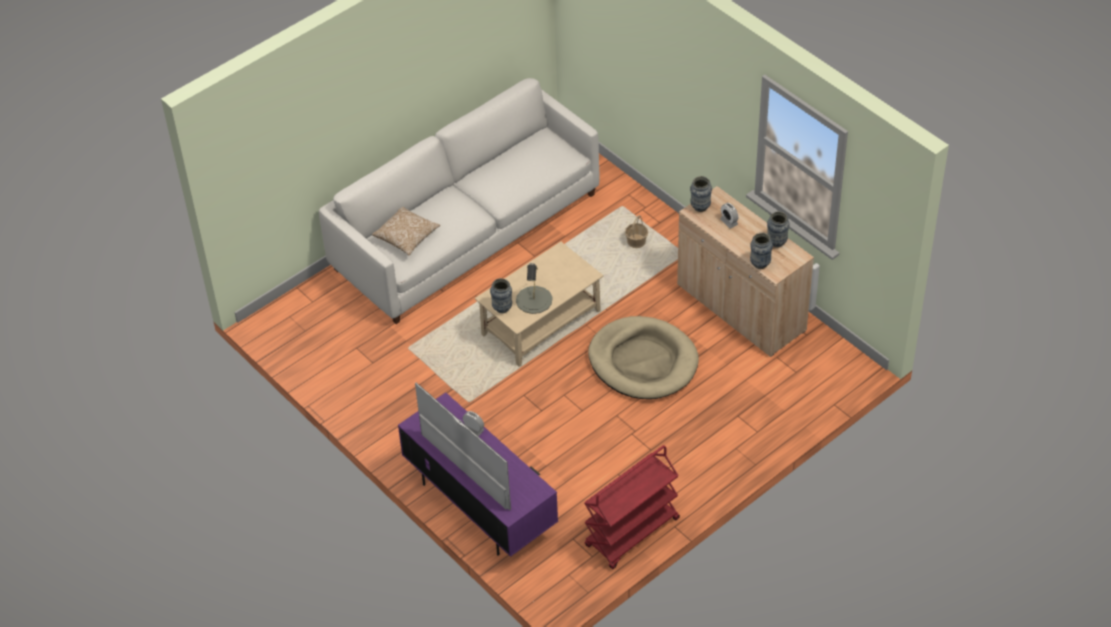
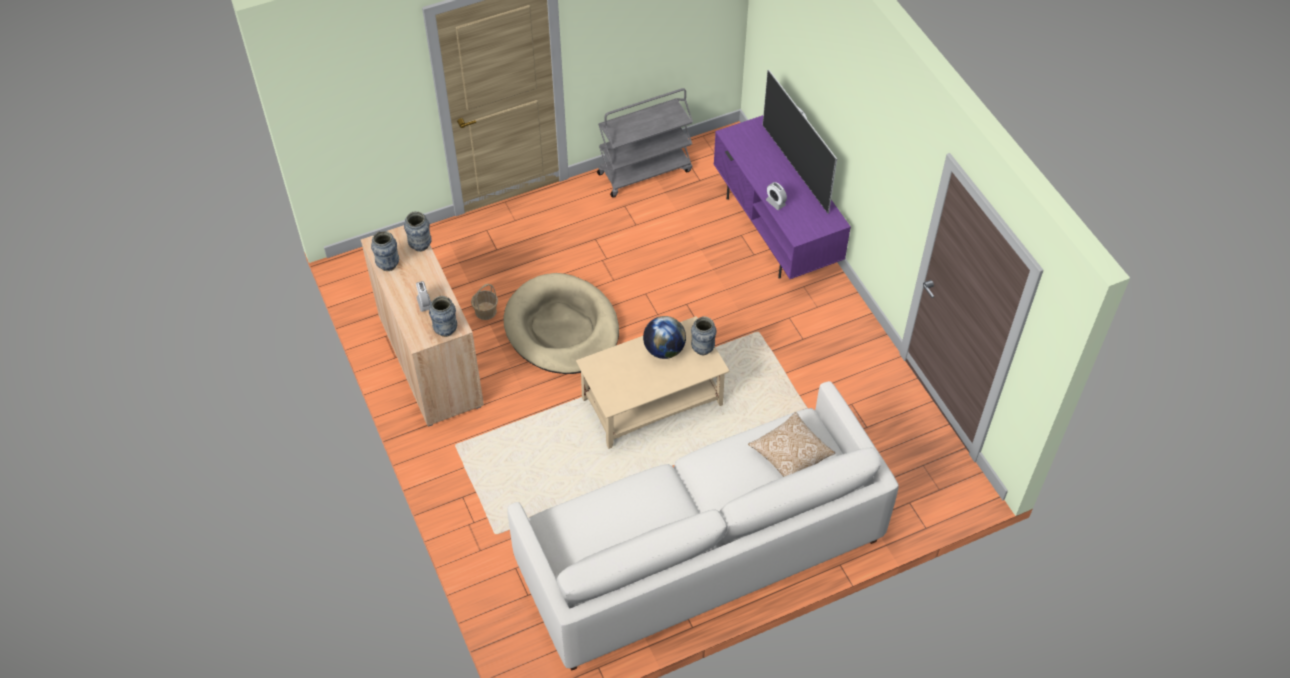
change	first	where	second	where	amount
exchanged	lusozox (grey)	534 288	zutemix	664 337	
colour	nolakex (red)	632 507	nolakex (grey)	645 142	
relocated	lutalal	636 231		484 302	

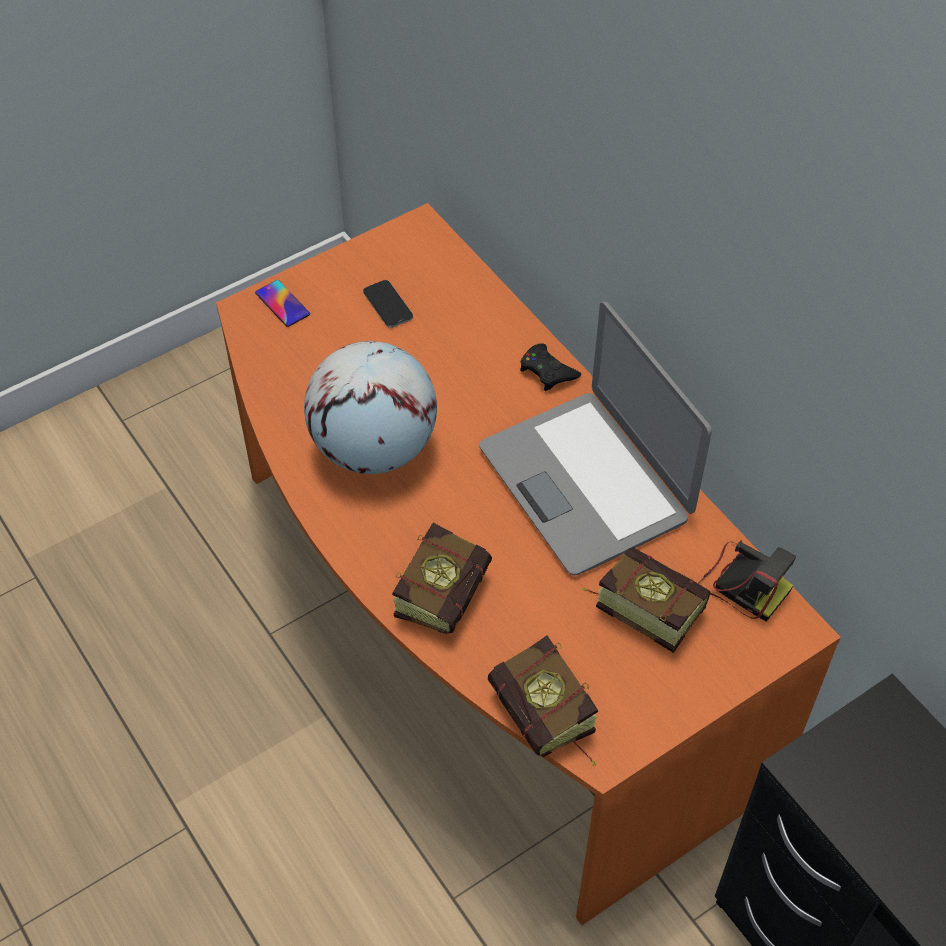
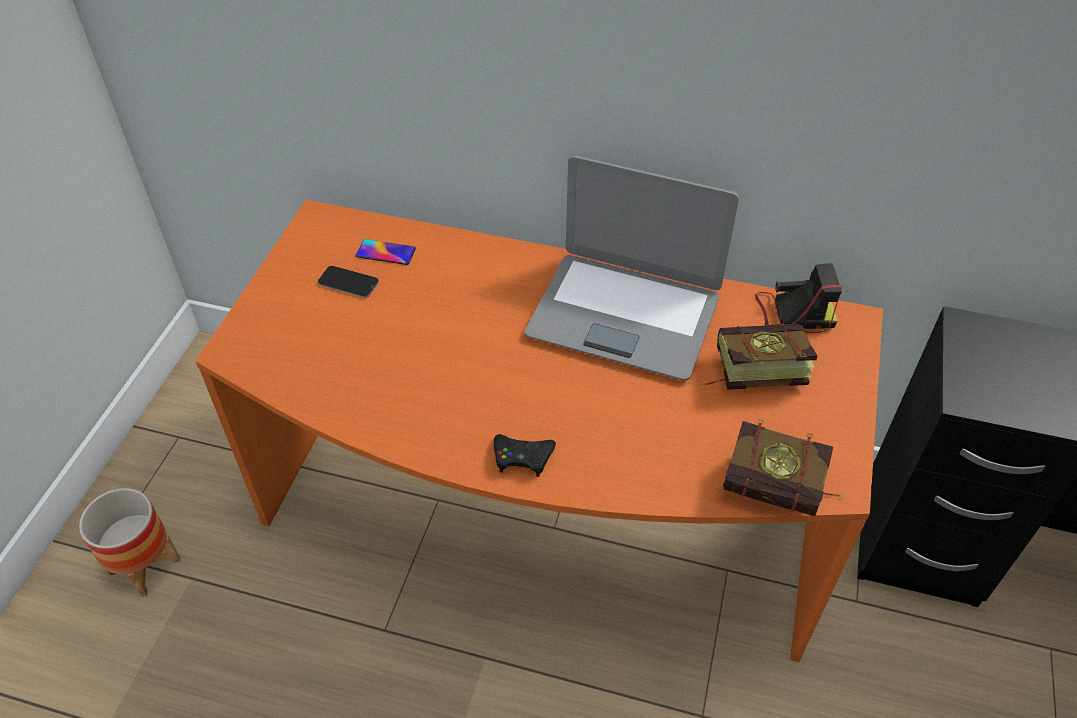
change	first	where	second	where	amount
relocated	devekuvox	282 303		386 252	
missing	zutemix	370 407			
missing	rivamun	442 578			
relocated	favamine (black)	550 367		525 455	
appeared			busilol	129 542	

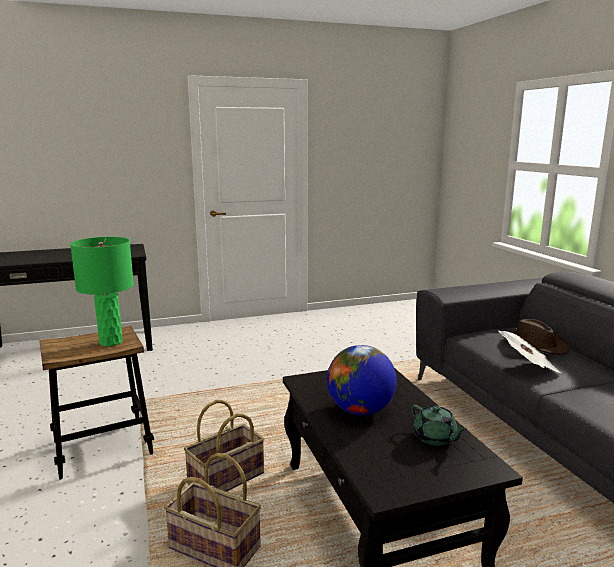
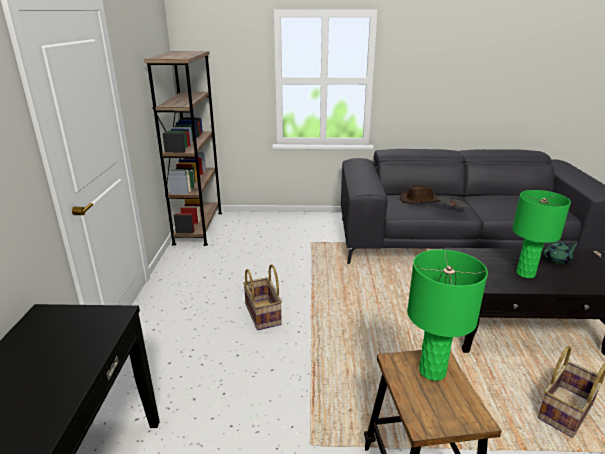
change	first	where	second	where	amount
relocated	lutalal	224 446		262 297	
exchanged	zutemix	362 380	lusozox (green)	541 234	
appeared			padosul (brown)	183 148	

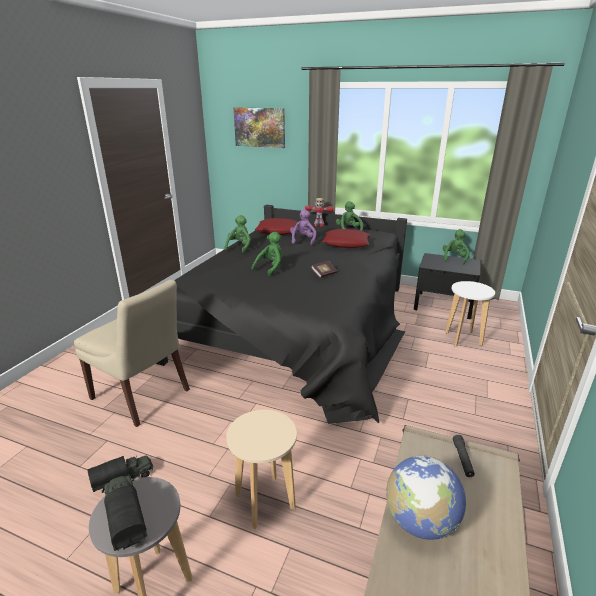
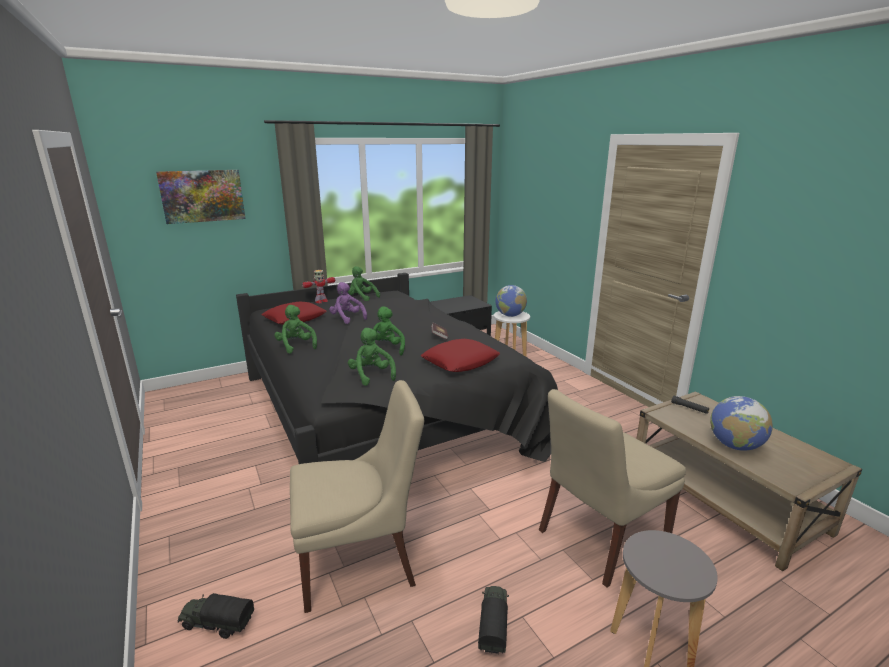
change	first	where	second	where	amount
relocated	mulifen	124 513		216 616	
exchanged	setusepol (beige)	261 470	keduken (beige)	612 488	
relocated	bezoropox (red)	346 238		460 355	
relocated	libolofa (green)	456 246		372 357	
appeared			zutemix	511 301	

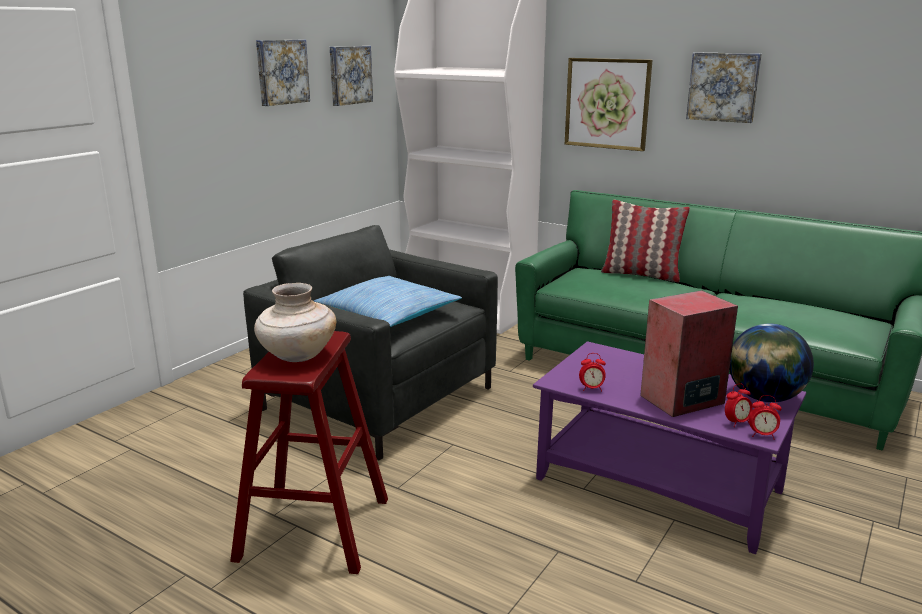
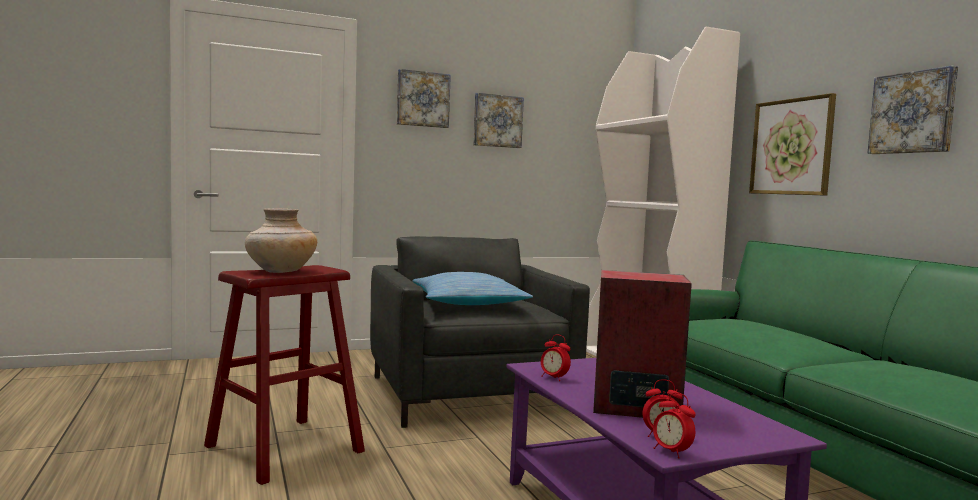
change	first	where	second	where	amount
relocated	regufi	351 76		424 98	
missing	bezoropox	645 241			
missing	zutemix	771 363			

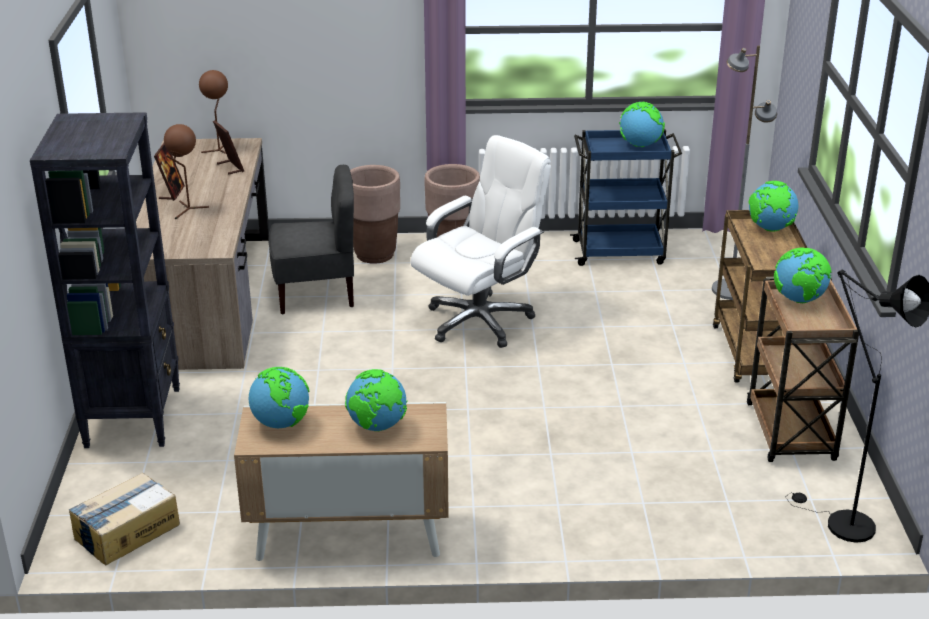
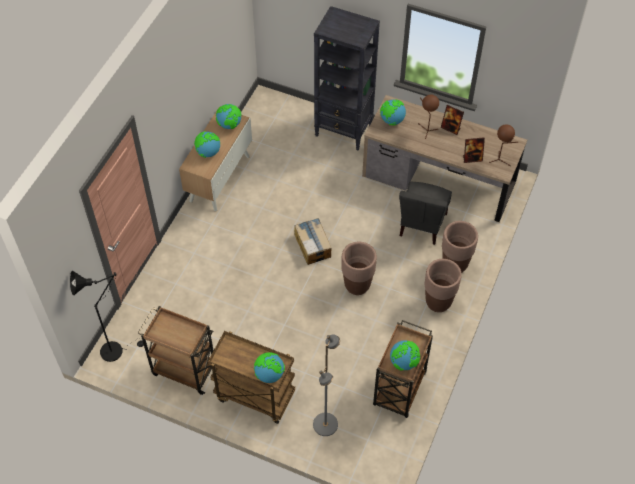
change	first	where	second	where	amount
relocated	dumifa	124 519		312 241	
exchanged	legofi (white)	481 241	busilol (brown)	359 268	
colour	nolakex (blue)	626 197	nolakex (brown)	403 369	
relocated	zutemix	802 275		393 113	

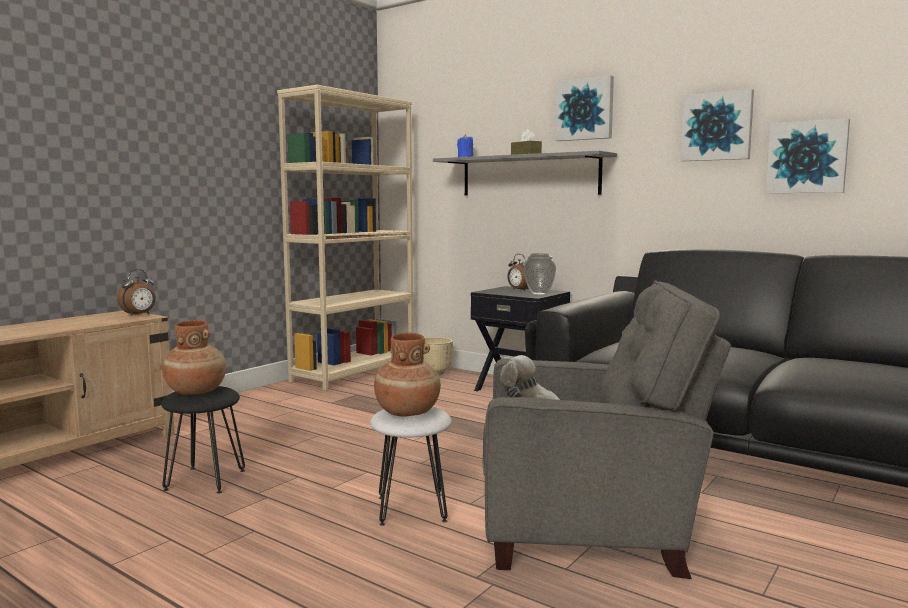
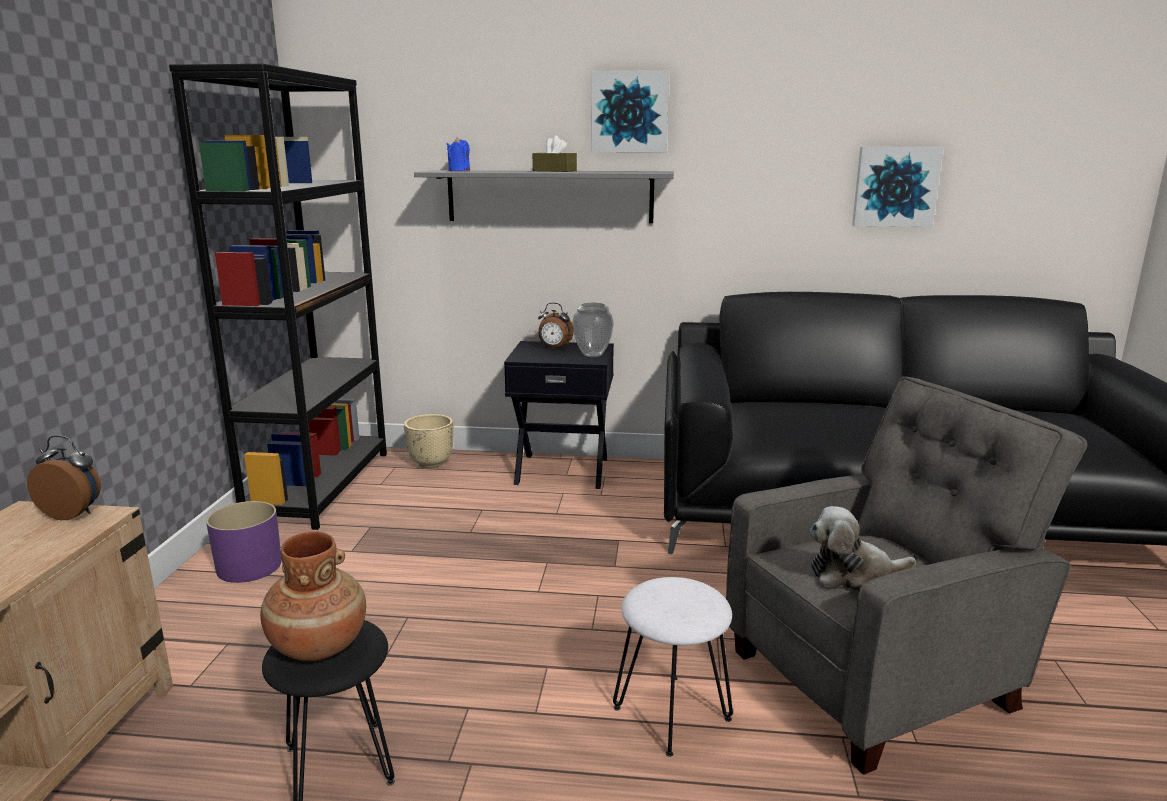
change	first	where	second	where	amount
spun	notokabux	136 292		64 477	90 degrees counterclockwise
colour	padosul (beige)	345 238	padosul (black)	278 297	
missing	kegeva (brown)	407 375			
missing	regufi	717 125			
appeared			busilol (purple)	244 542	

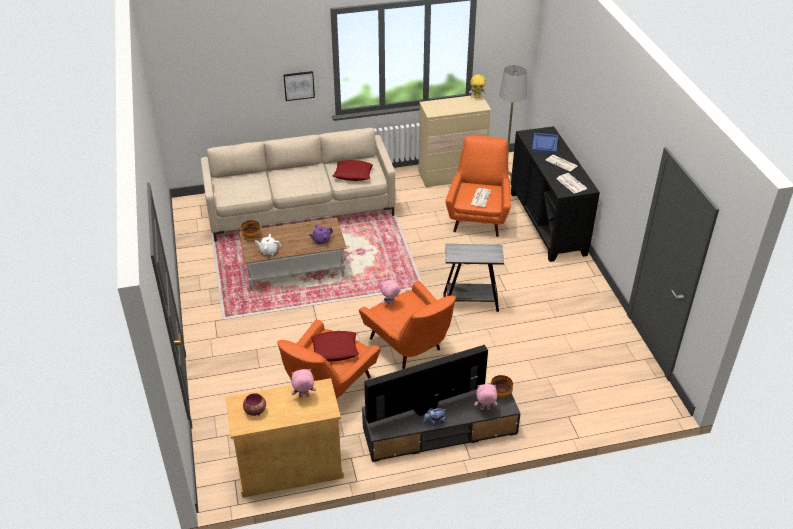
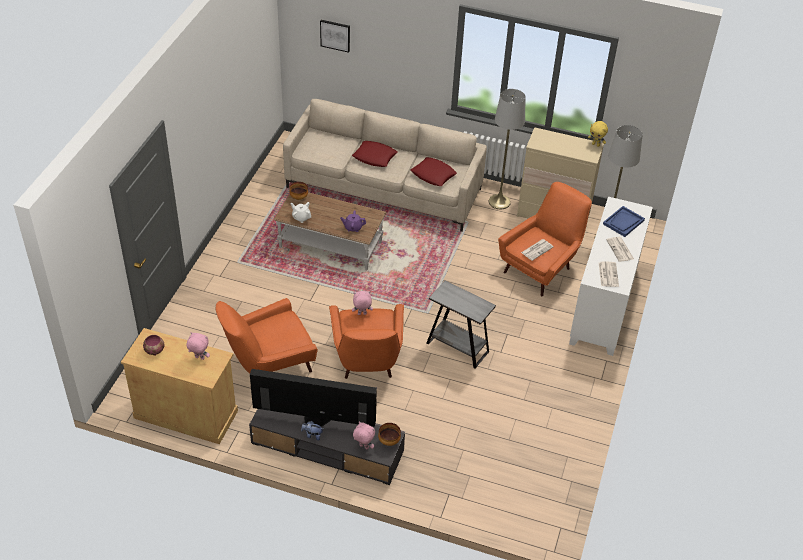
change	first	where	second	where	amount
relocated	regufi	299 86		335 36	
relocated	bezoropox (red)	335 346		375 154	
colour	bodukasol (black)	555 194	bodukasol (white)	611 276	
appeared			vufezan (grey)	507 149	

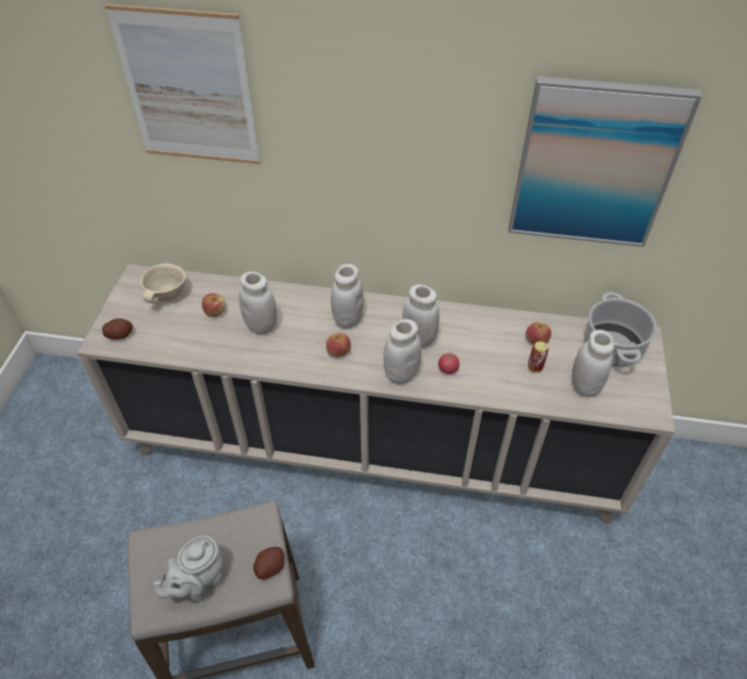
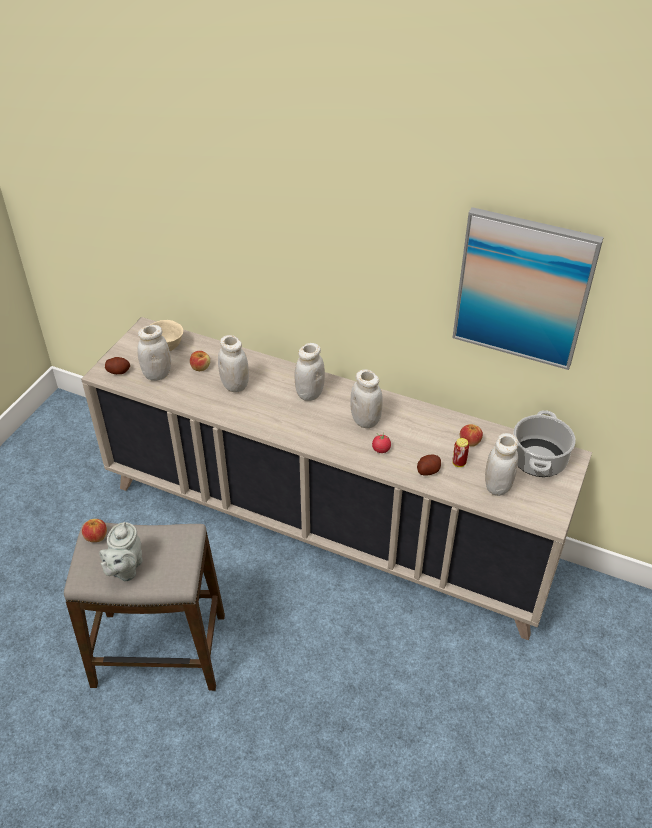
change	first	where	second	where	amount
missing	regufi	182 84			
spun	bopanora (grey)	188 569		121 551	45 degrees counterclockwise
relocated	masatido	268 563		429 465	
relocated	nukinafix	338 345		94 530	
relocated	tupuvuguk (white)	402 351		154 353	

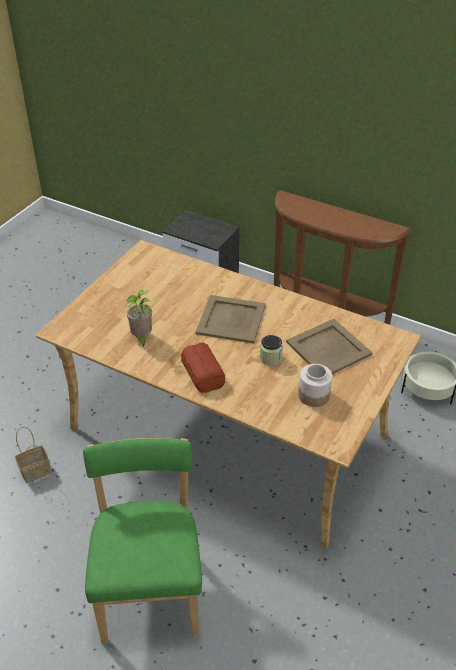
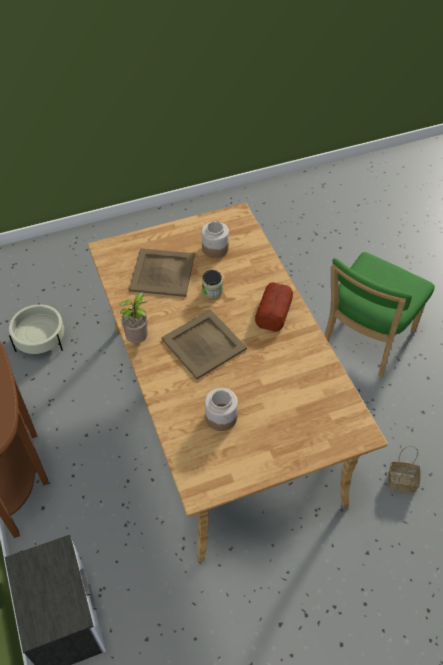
change	first	where	second	where	amount
relocated	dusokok	138 318		134 317	
appeared			tupuvuguk	221 409	

